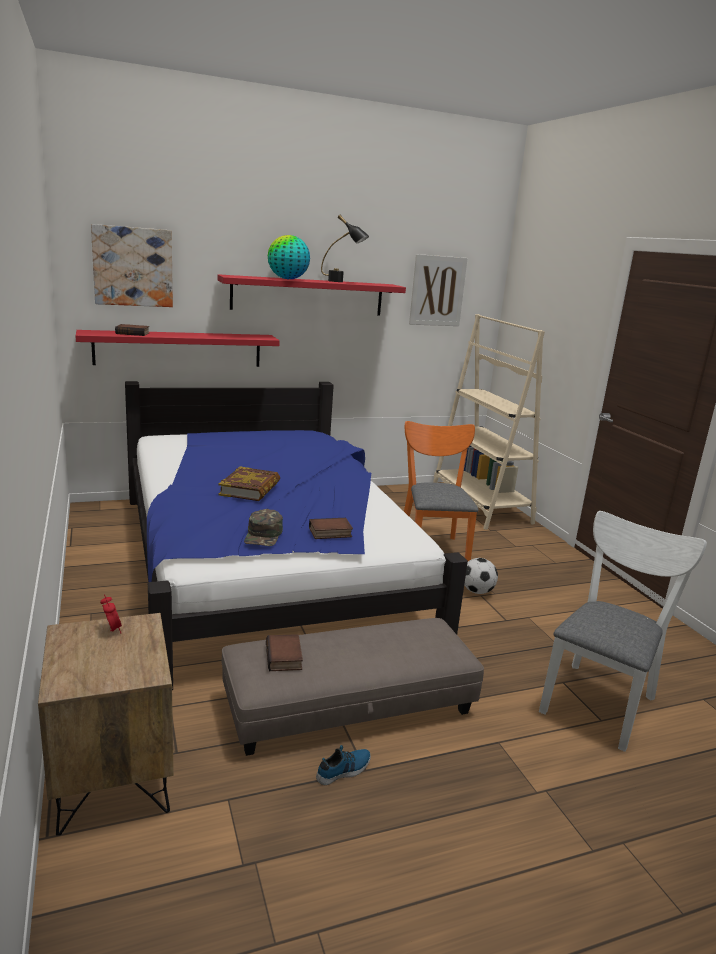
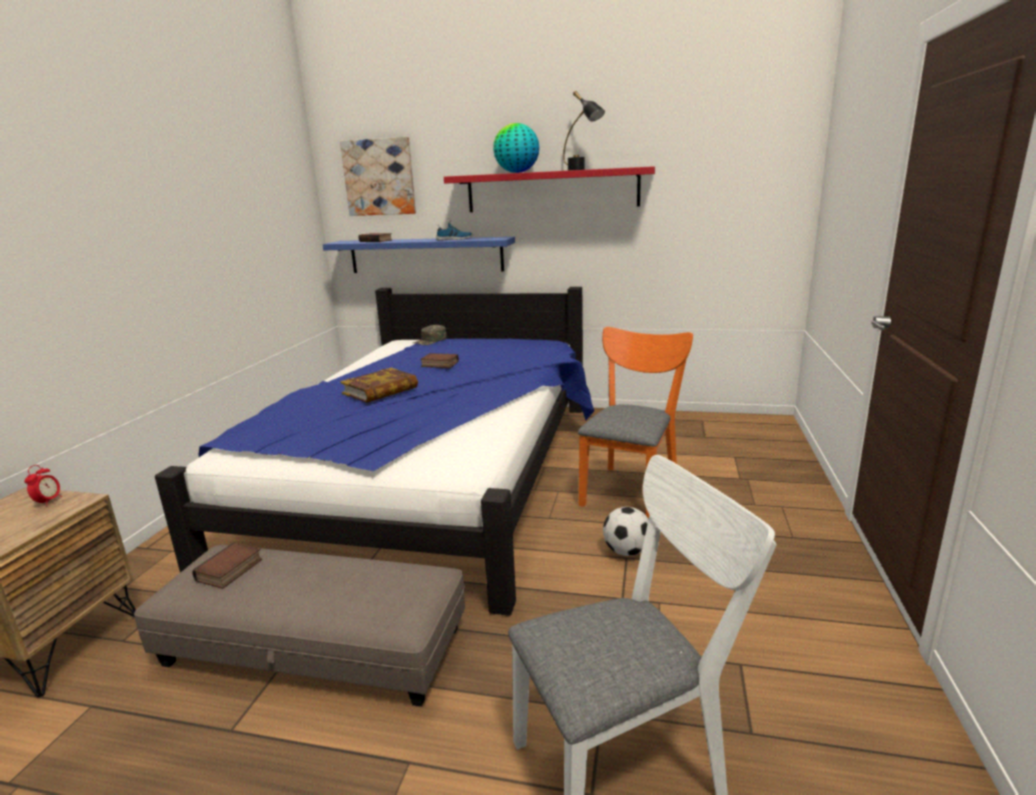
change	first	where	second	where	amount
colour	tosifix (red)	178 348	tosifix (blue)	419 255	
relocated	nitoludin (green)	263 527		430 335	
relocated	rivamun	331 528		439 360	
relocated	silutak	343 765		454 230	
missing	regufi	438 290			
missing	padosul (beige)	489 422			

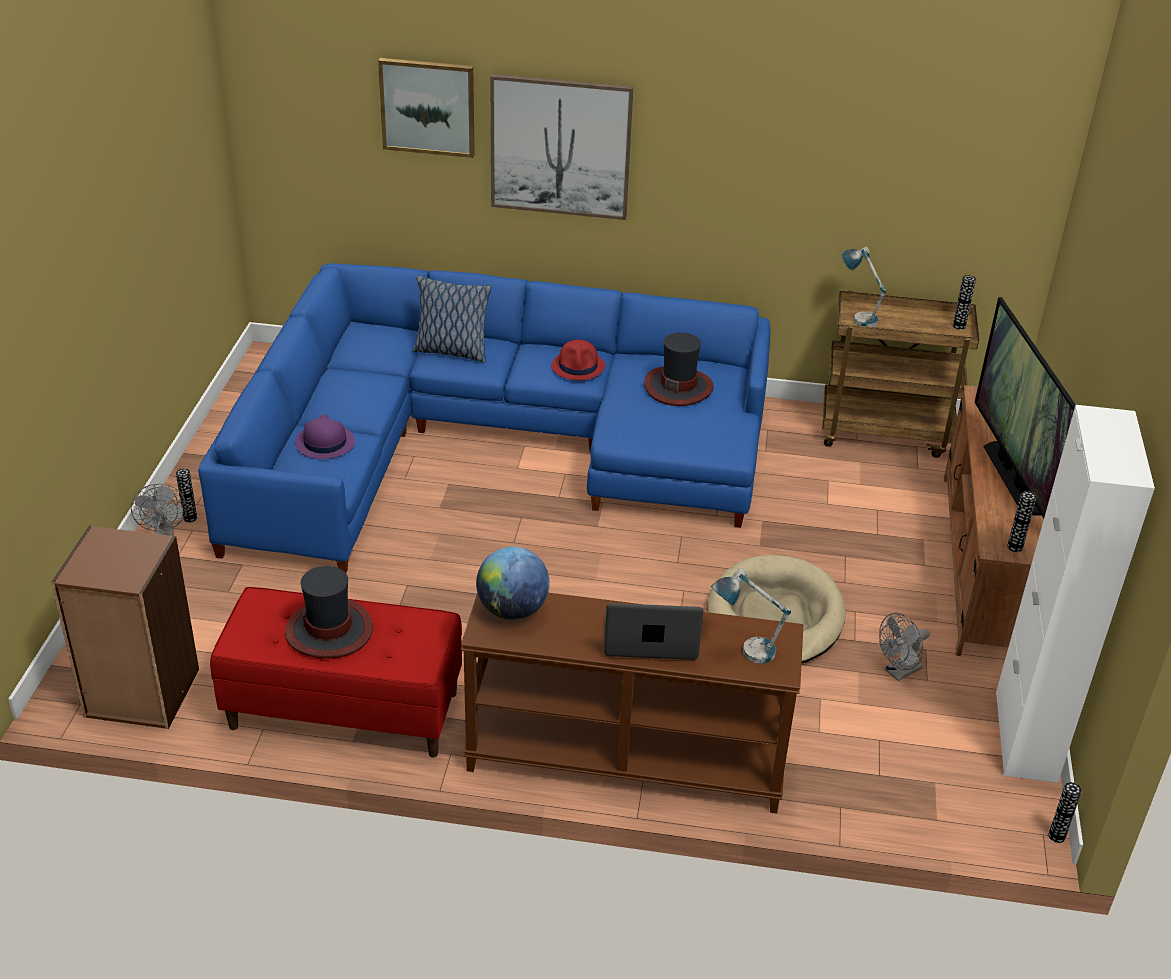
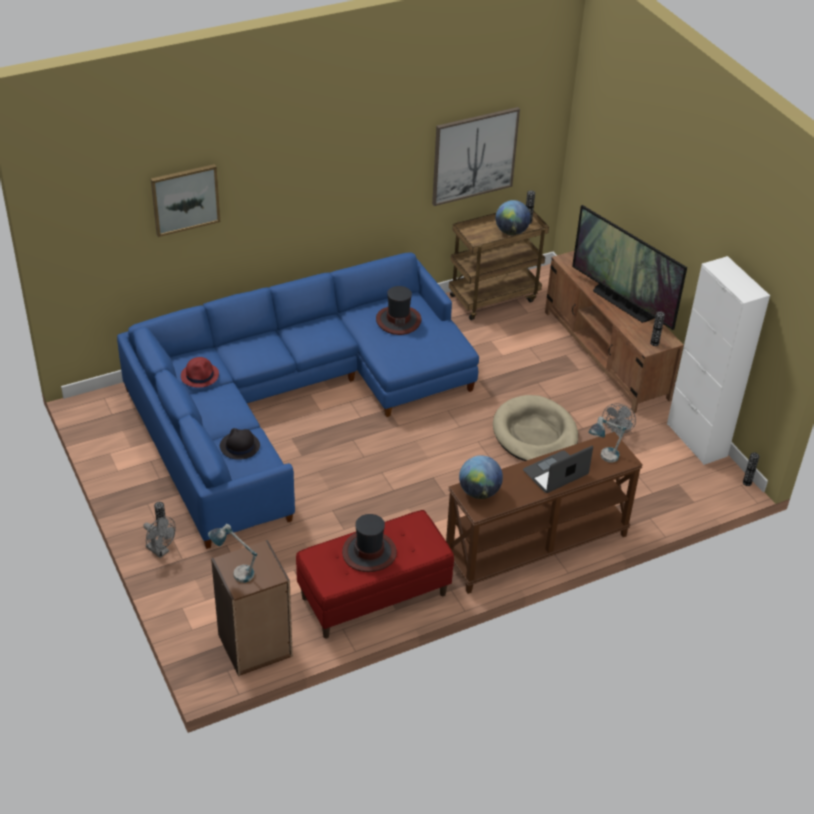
change	first	where	second	where	amount
colour	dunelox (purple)	325 436	dunelox (black)	240 444	
missing	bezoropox	452 319			
relocated	regufi	561 147		476 156	
relocated	dunelox (red)	578 360		200 372	
relocated	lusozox	864 287		232 553	
appeared			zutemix	513 217	

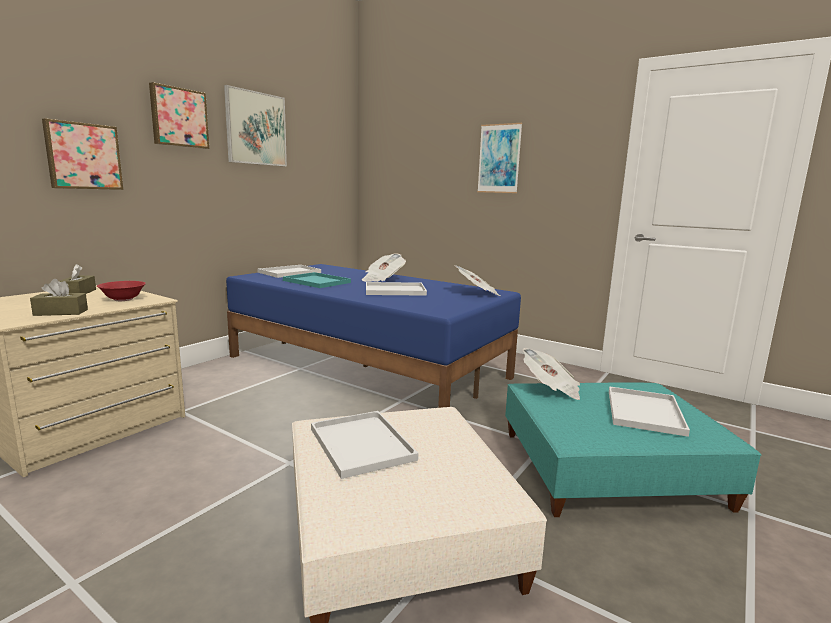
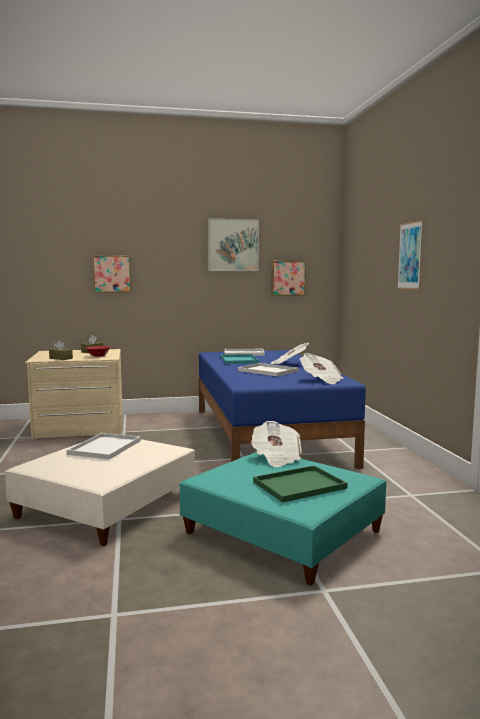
change	first	where	second	where	amount
relocated	regufi	179 115		288 278	
colour	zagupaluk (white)	649 411	zagupaluk (green)	300 484	

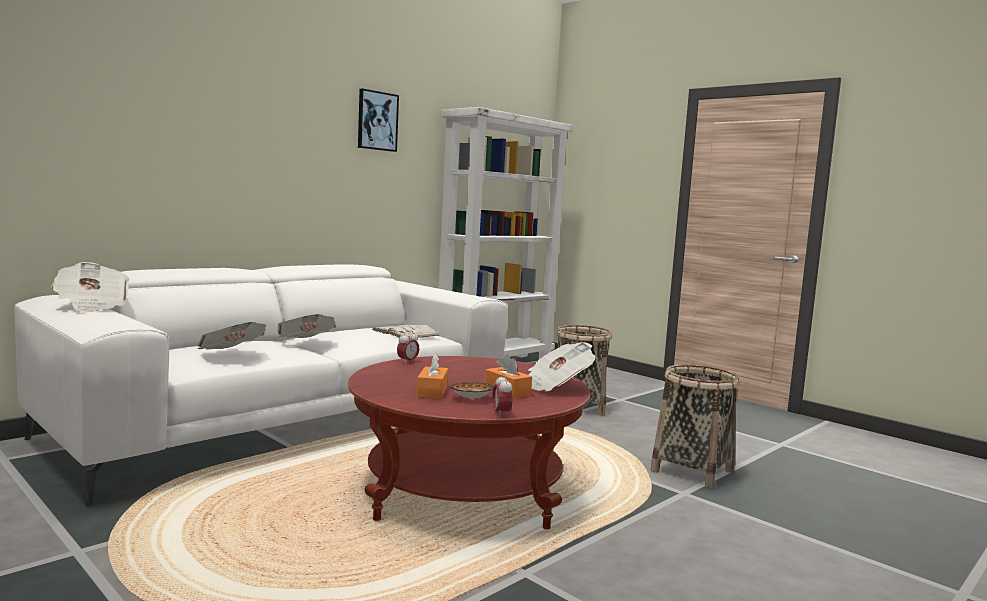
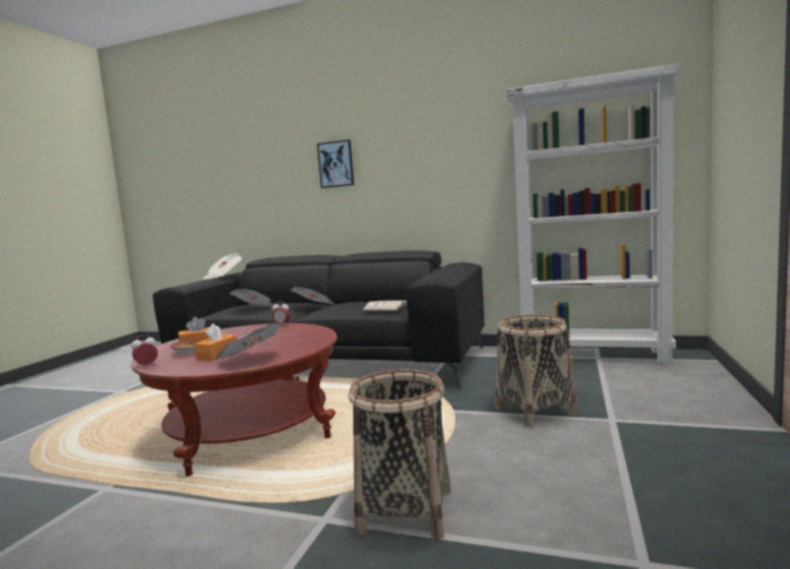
change	first	where	second	where	amount
colour	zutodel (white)	261 385	zutodel (black)	318 319	
relocated	regufi	378 120		335 164	

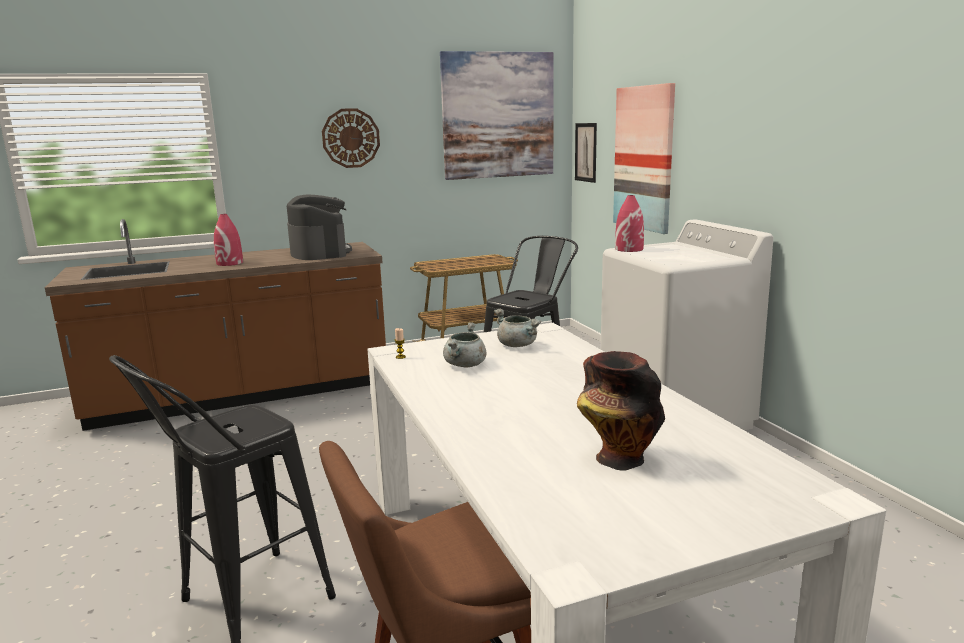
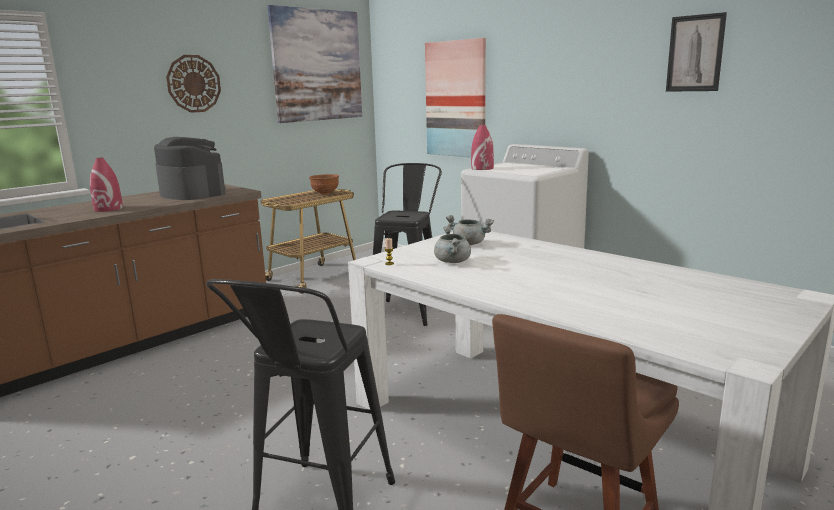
change	first	where	second	where	amount
relocated	regufi	586 153		696 52	
missing	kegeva	621 411			
appeared			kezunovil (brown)	324 184	

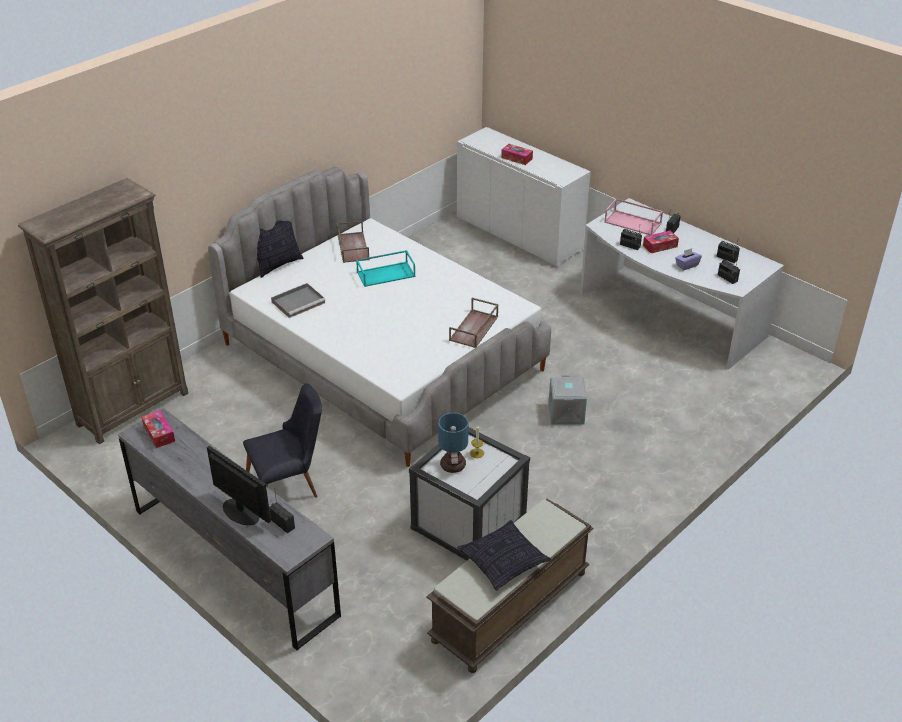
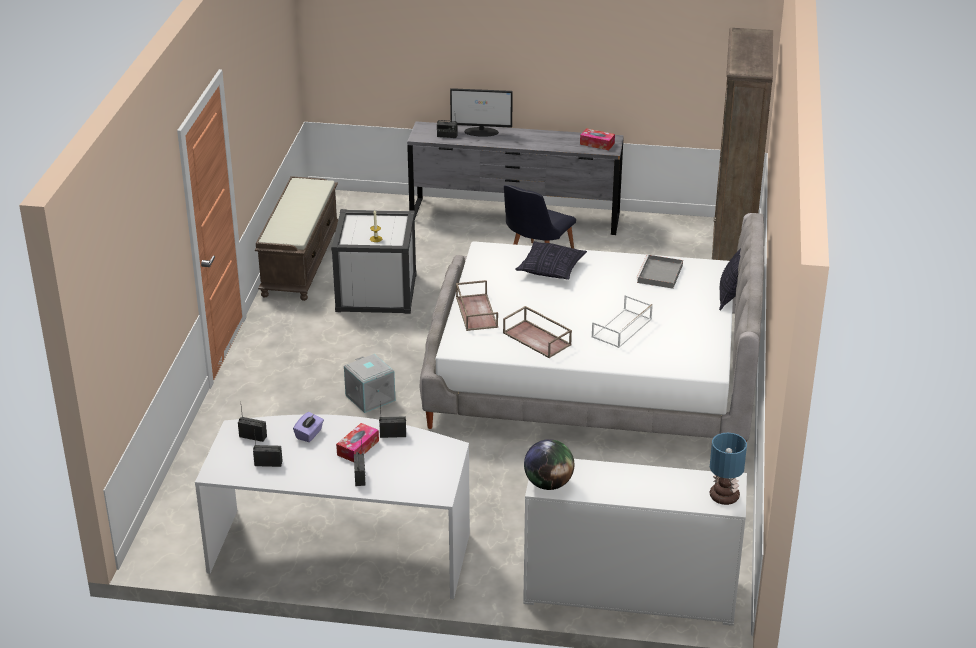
change	first	where	second	where	amount
relocated	zagupaluk (brown)	353 242		537 332	
colour	zagupaluk (turquoise)	386 268	zagupaluk (white)	622 321	
relocated	lusozox	453 443		728 469	
relocated	bezoropox	504 555		551 260	
missing	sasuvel	517 154			
missing	zagupaluk (pink)	633 217			
appeared			zutemix	549 464	

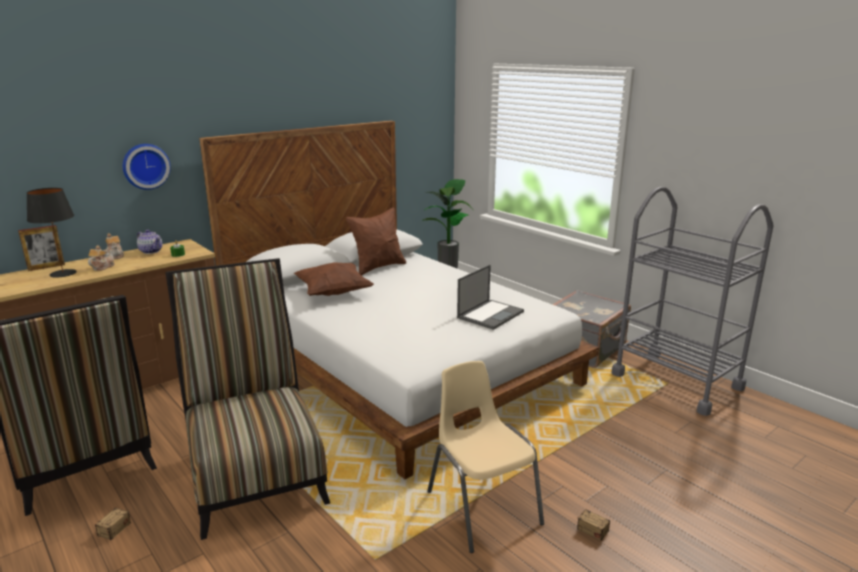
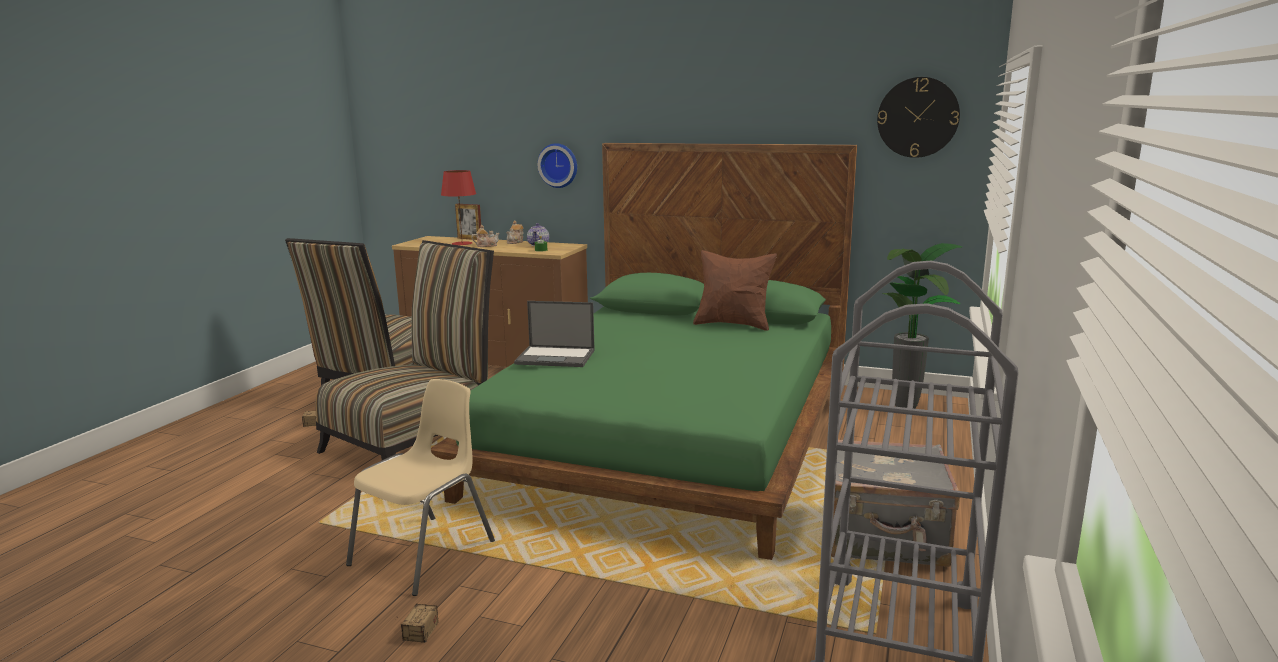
change	first	where	second	where	amount
colour	lusozox (black)	52 233	lusozox (red)	458 207	
colour	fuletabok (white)	399 300	fuletabok (green)	644 351	
missing	bezoropox (brown)	334 279			
relocated	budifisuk	490 297		554 334	
appeared			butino	918 117	

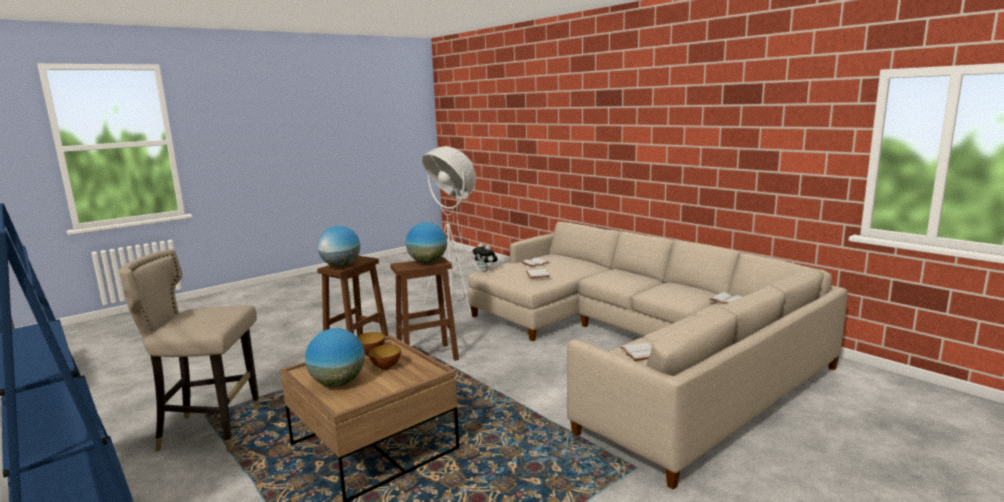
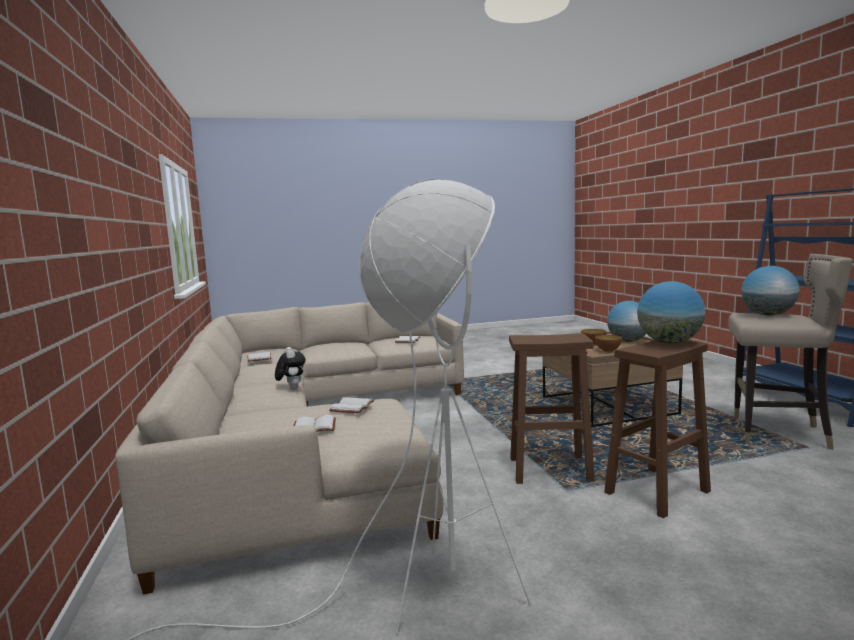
change	first	where	second	where	amount
relocated	zutemix	426 242		770 290	
relocated	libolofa	485 257		290 368	

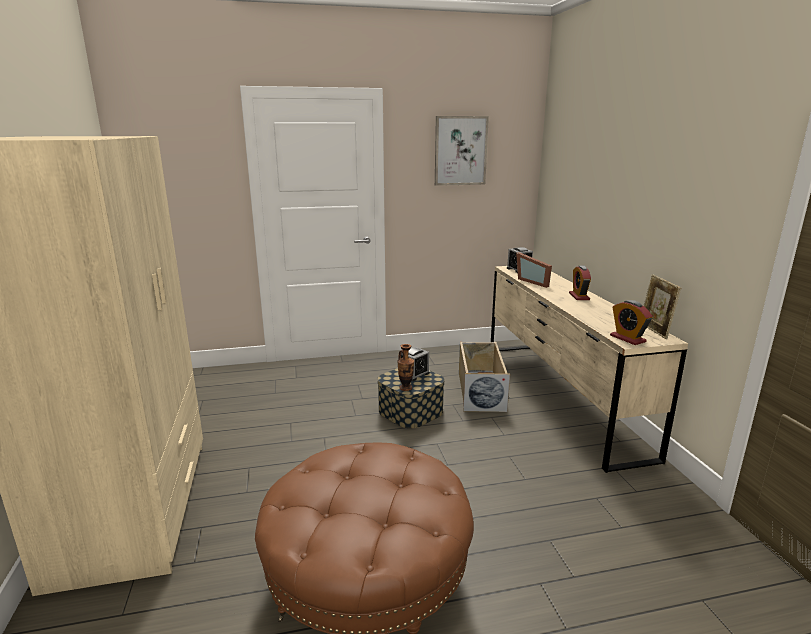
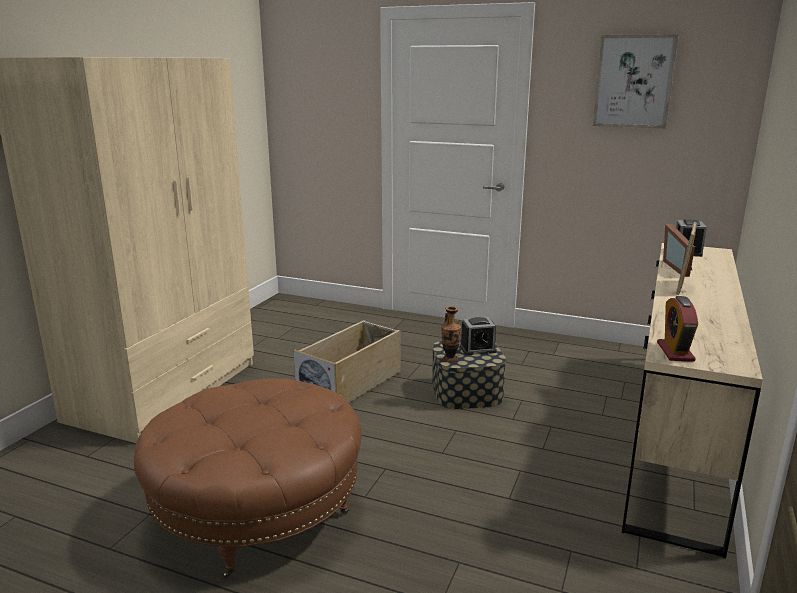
change	first	where	second	where	amount
relocated	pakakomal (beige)	484 377		346 361	
missing	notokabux	580 282			
relocated	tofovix	662 306		686 258	

